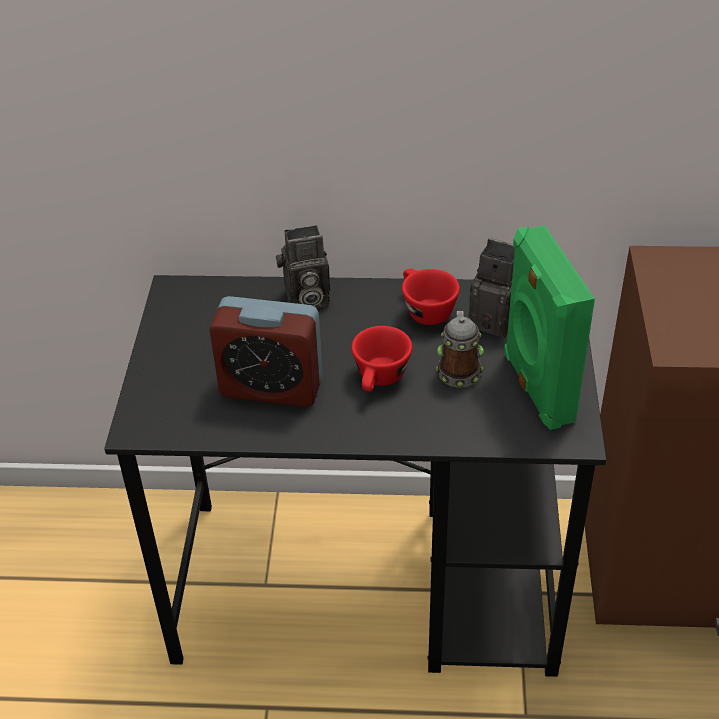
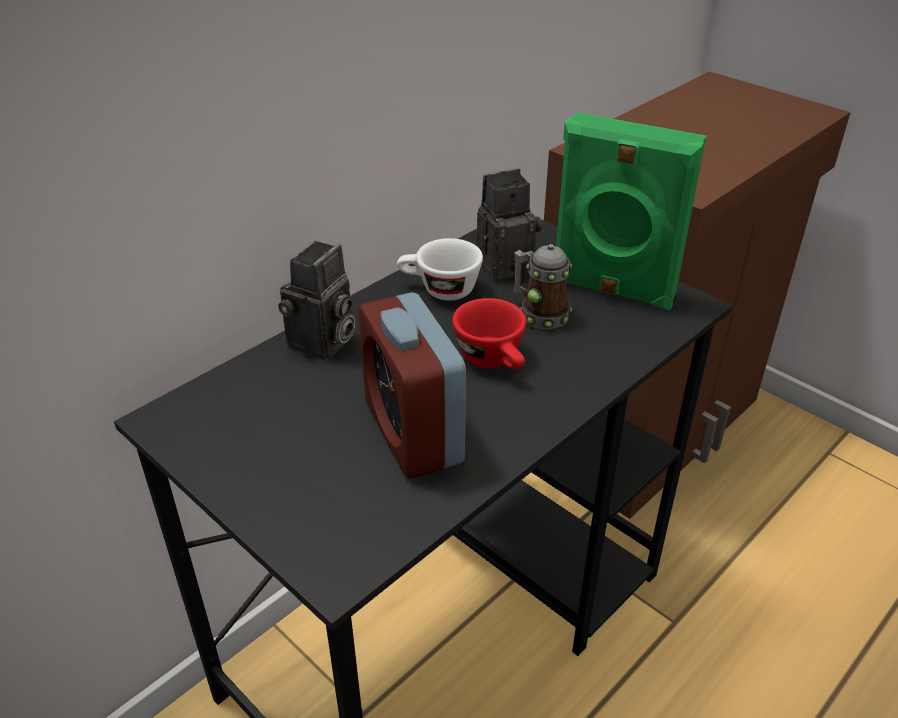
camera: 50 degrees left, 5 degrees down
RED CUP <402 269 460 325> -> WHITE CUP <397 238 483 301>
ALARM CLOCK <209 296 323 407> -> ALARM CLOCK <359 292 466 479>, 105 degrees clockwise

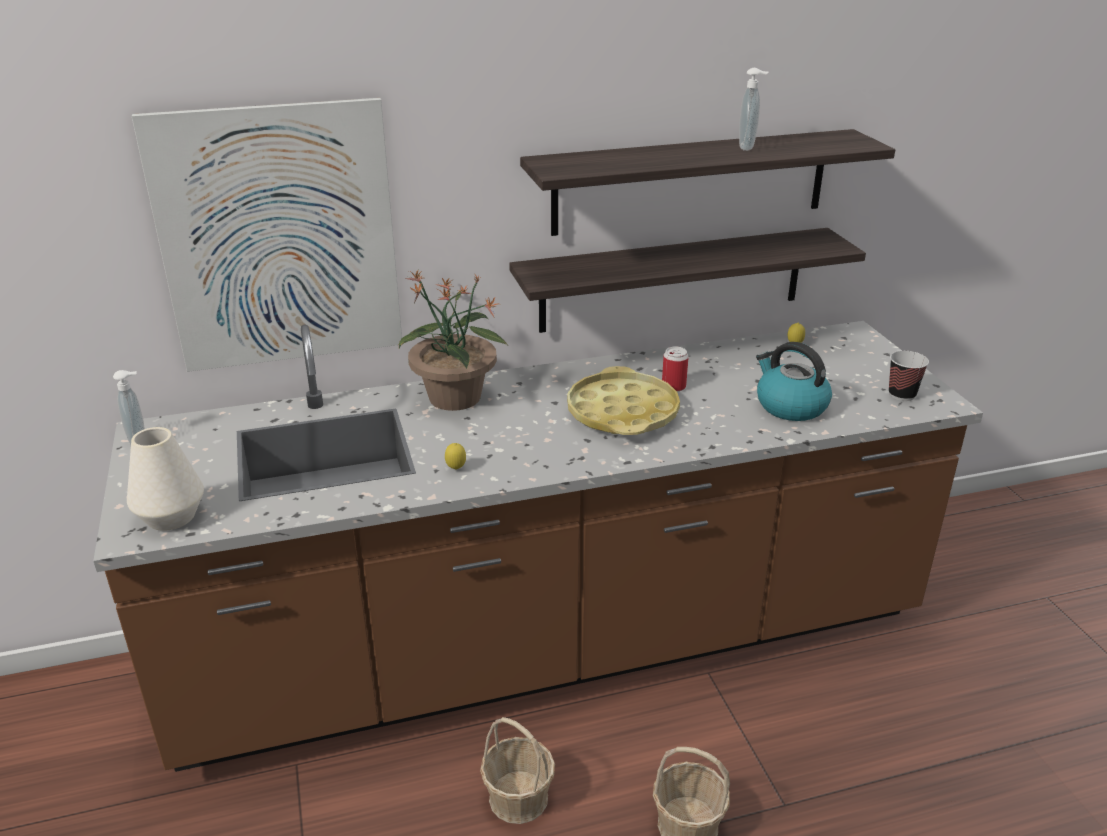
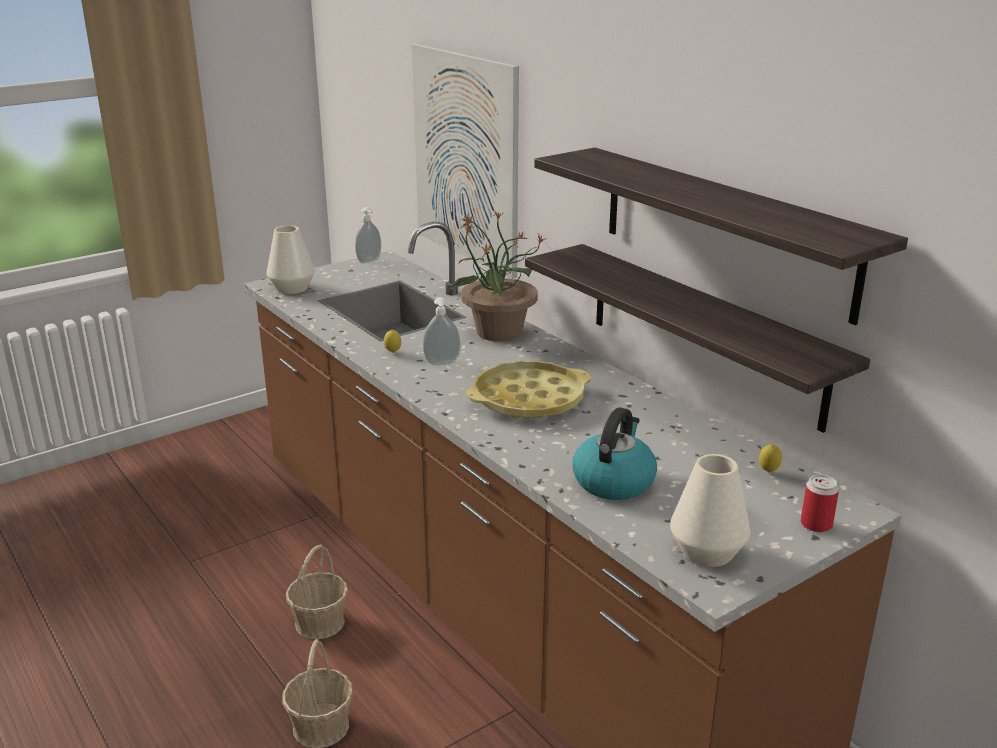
camera: 70 degrees right, 5 degrees down
SOAP DISPENSER <739 68 768 151> -> SOAP DISPENSER <423 297 461 365>, shifted
CAN <662 347 689 392> -> CAN <801 474 839 532>, shifted
CUP <889 351 929 401> -> WHITE VASE <670 454 750 567>

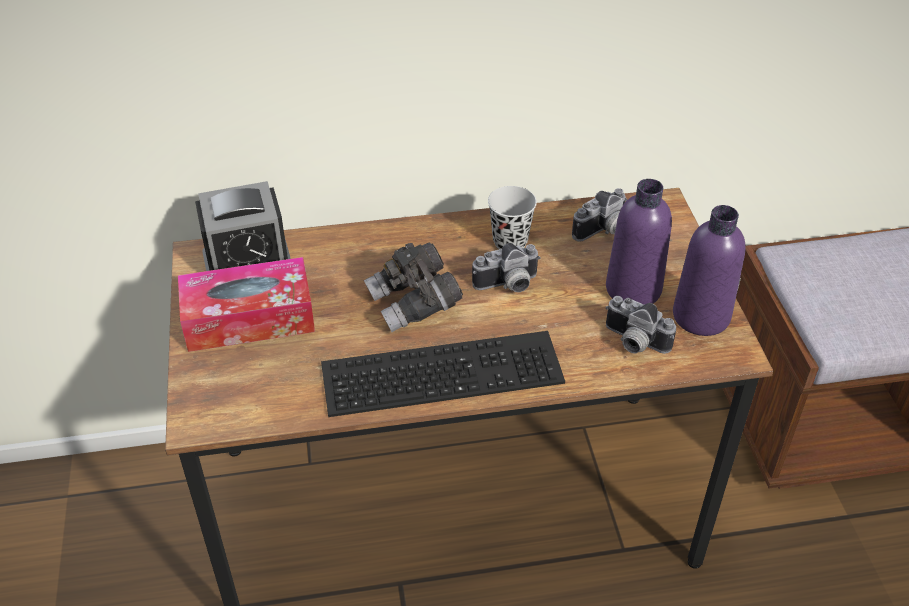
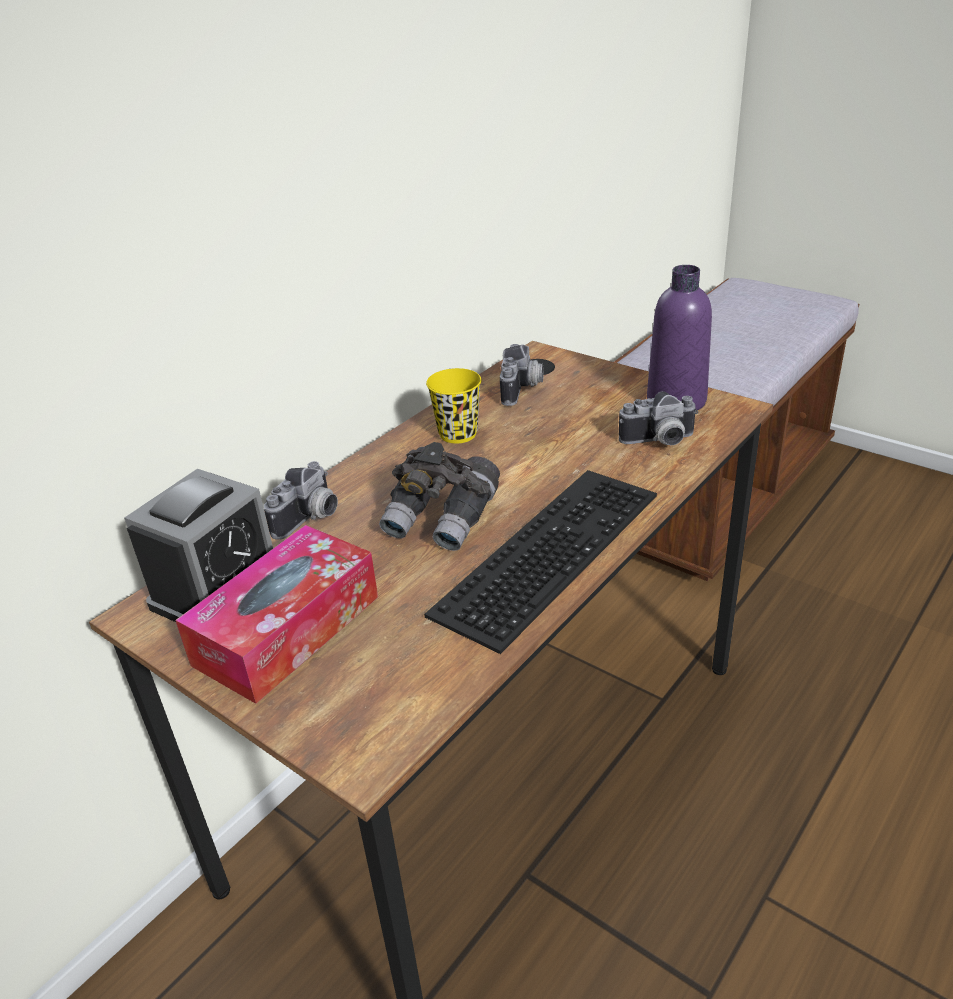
camera: 40 degrees left, 10 degrees down
PURPLE BOTTLE <606 179 672 305> -> none
BLACK CUP <488 186 537 249> -> YELLOW CUP <426 368 482 444>
PHOTO CAMERA <472 243 541 292> -> PHOTO CAMERA <264 461 338 540>, shifted

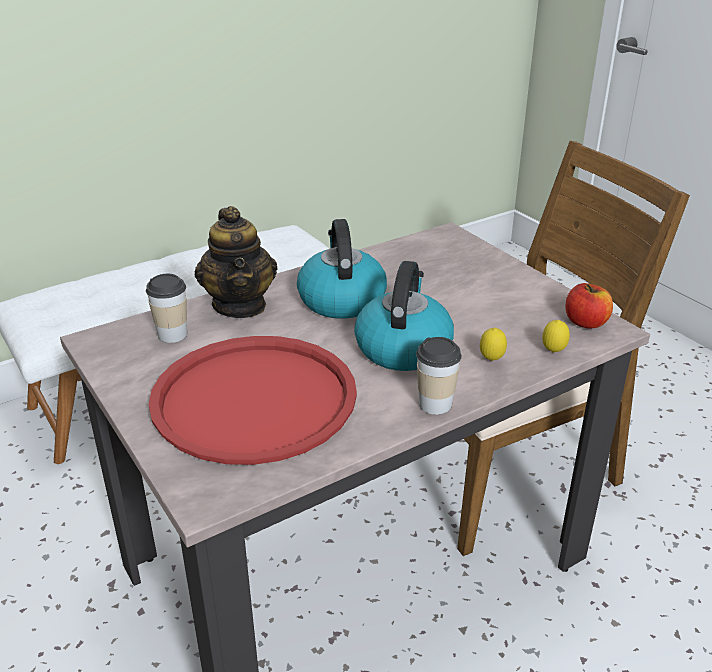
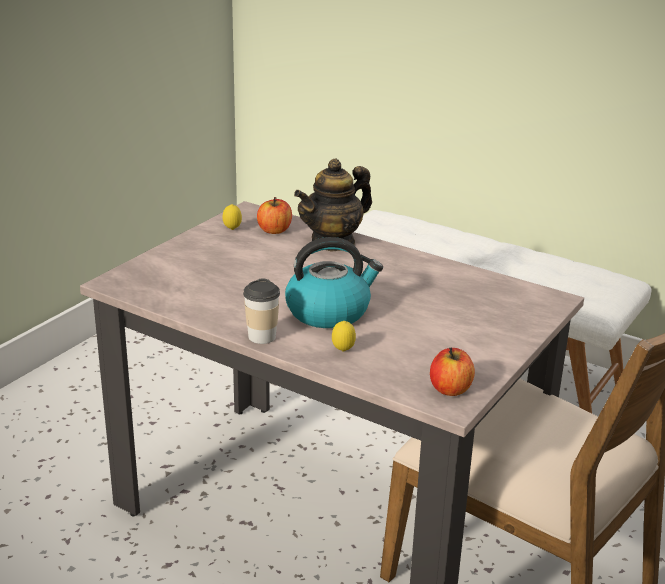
camera: 65 degrees right, 5 degrees down
KETTLE <297 219 387 319> -> none
CUP <146 274 187 343> -> APPLE <257 197 292 234>
LEMON <542 320 570 353> -> LEMON <223 204 242 230>, shifted
RED TRAY <149 336 357 465> -> none

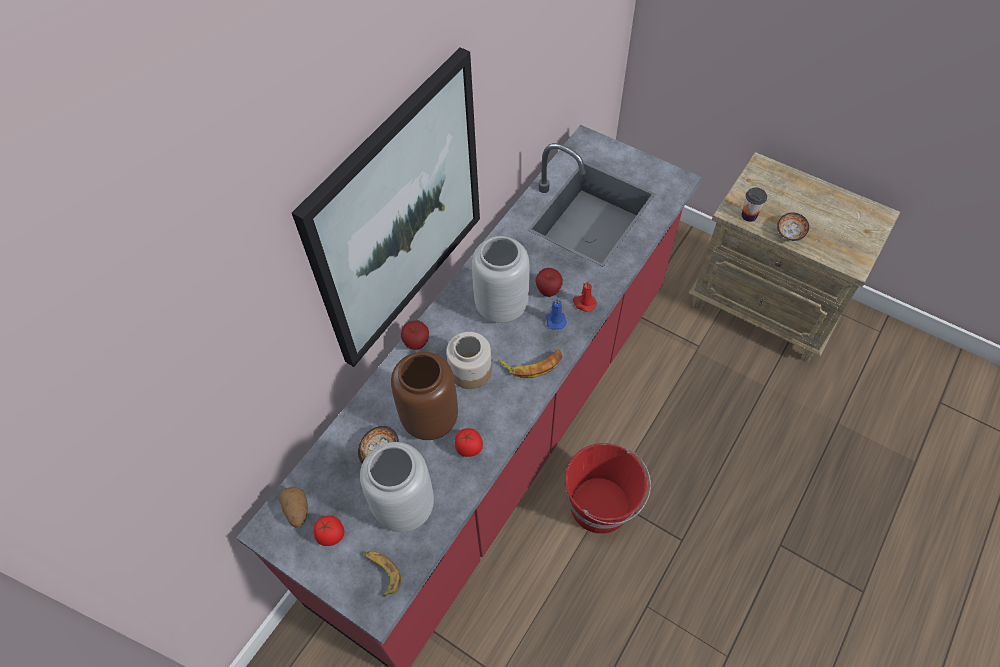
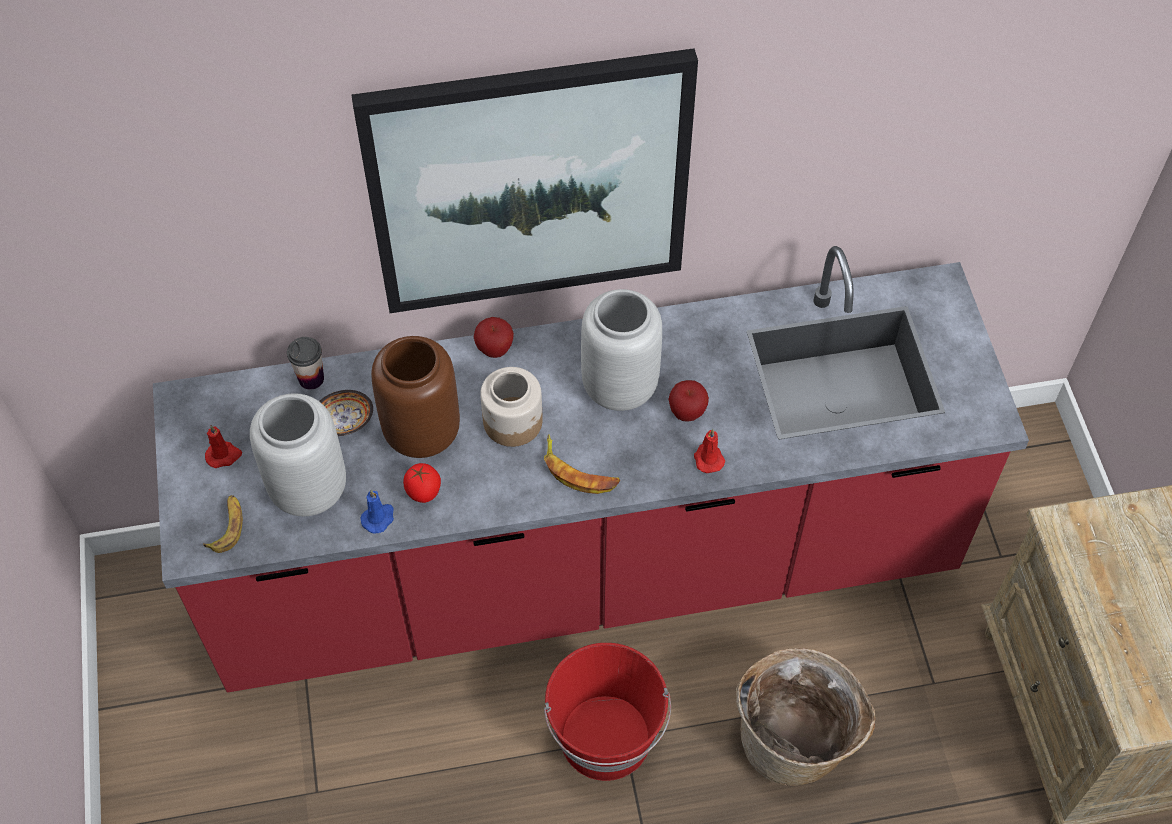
camera: 45 degrees right, 0 degrees up
CUP <741 187 767 222> -> CUP <287 337 324 390>, shifted
BOWL <777 213 809 241> -> none
BLUE CANDLE <546 298 567 330> -> BLUE CANDLE <360 490 394 534>, shifted
POTATO <279 487 308 528> -> none
TOMATO <314 516 344 546> -> RED CANDLE <205 425 242 468>
none -> BASKET <736 648 876 786>

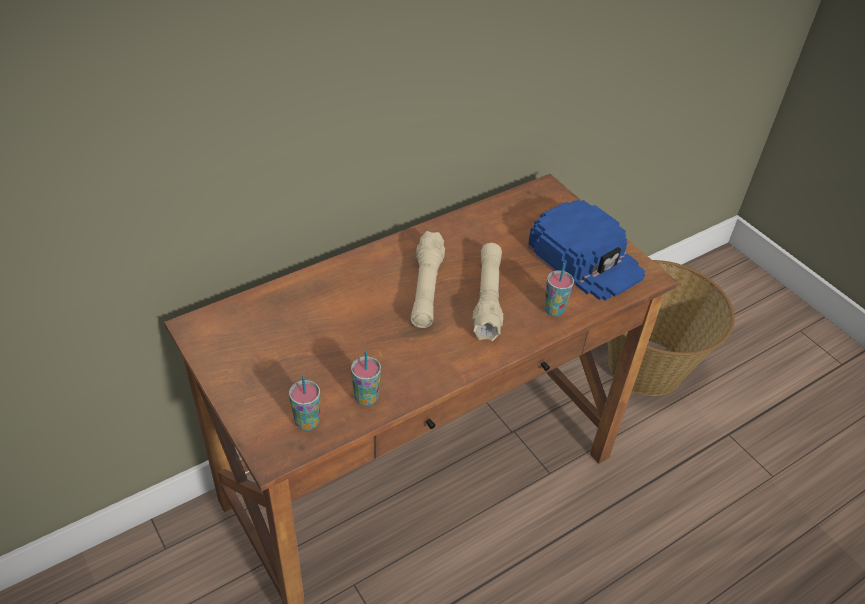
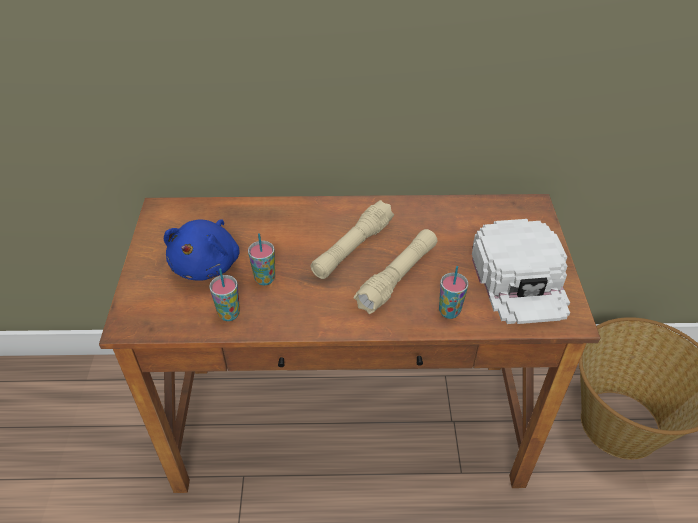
camera: 35 degrees right, 0 degrees up
BLUE CAP <528 200 645 301> -> WHITE CAP <472 219 570 324>
CUP <289 375 320 431> -> CUP <248 233 275 285>, shifted
none -> BLUE PLUSH TOY <164 219 240 281>

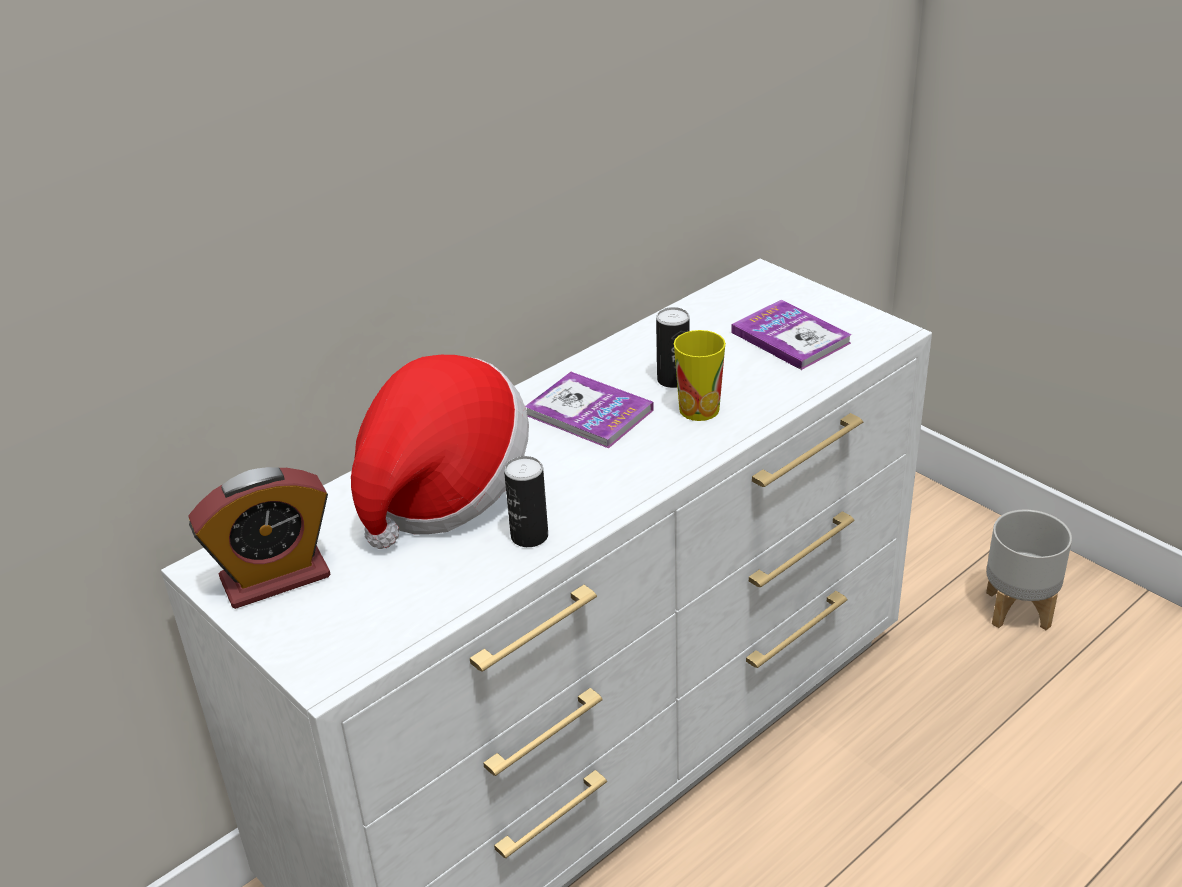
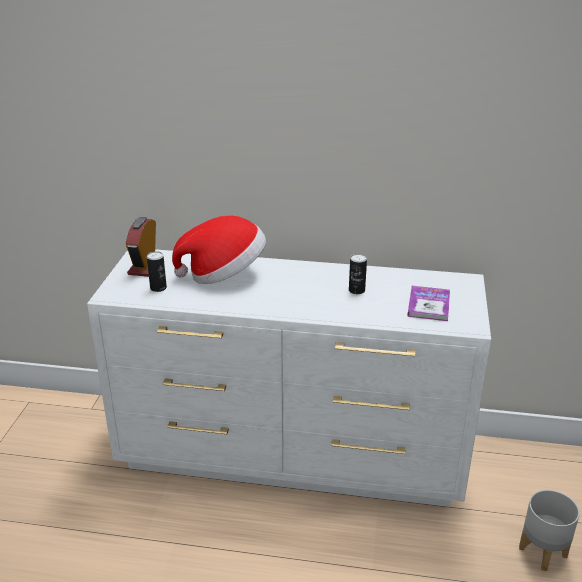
camera: 50 degrees right, 5 degrees down
CUP <674 330 726 421> -> none
BOOK <525 372 654 449> -> none
CAN <504 456 548 547> -> CAN <147 251 167 292>, shifted
ALARM CLOCK <189 467 331 609> -> ALARM CLOCK <126 217 156 277>, 75 degrees clockwise

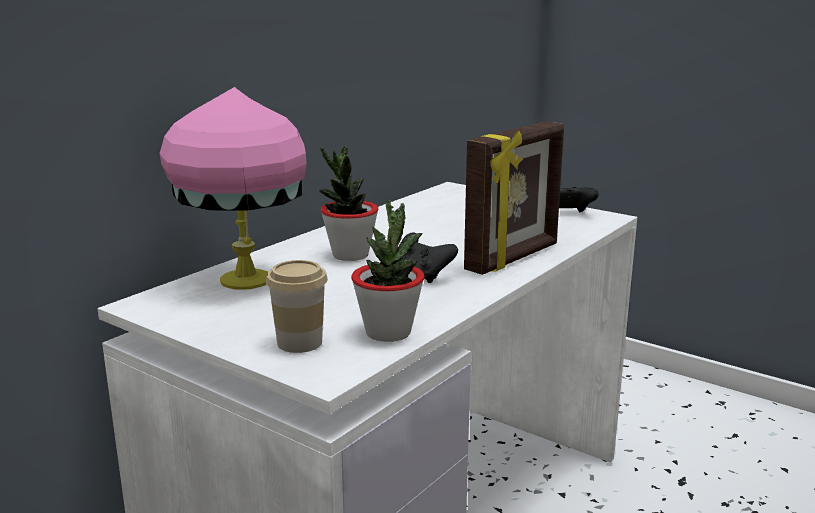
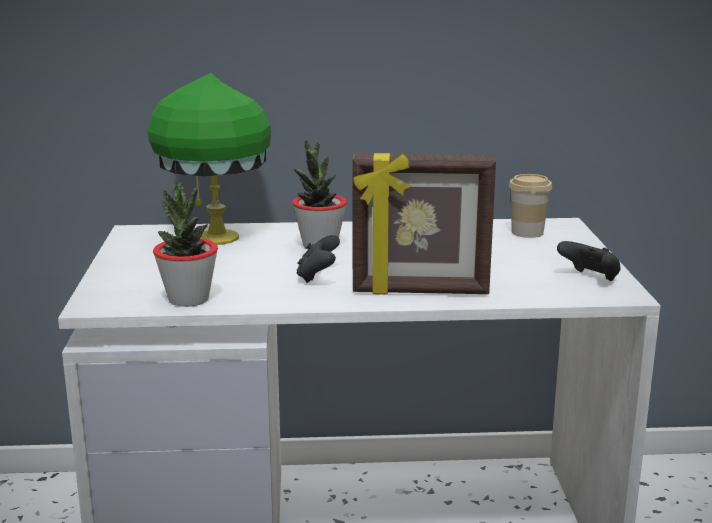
camera: 50 degrees right, 0 degrees up
PINK TABLE LAMP <160 87 307 290> -> GREEN TABLE LAMP <148 73 271 245>
CUP <266 260 328 353> -> CUP <509 174 552 238>, shifted

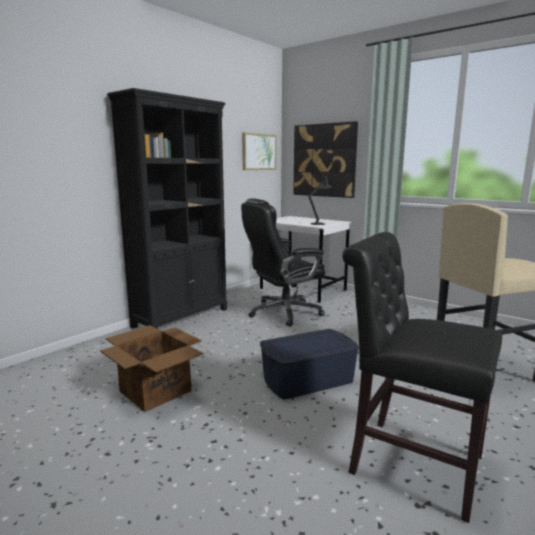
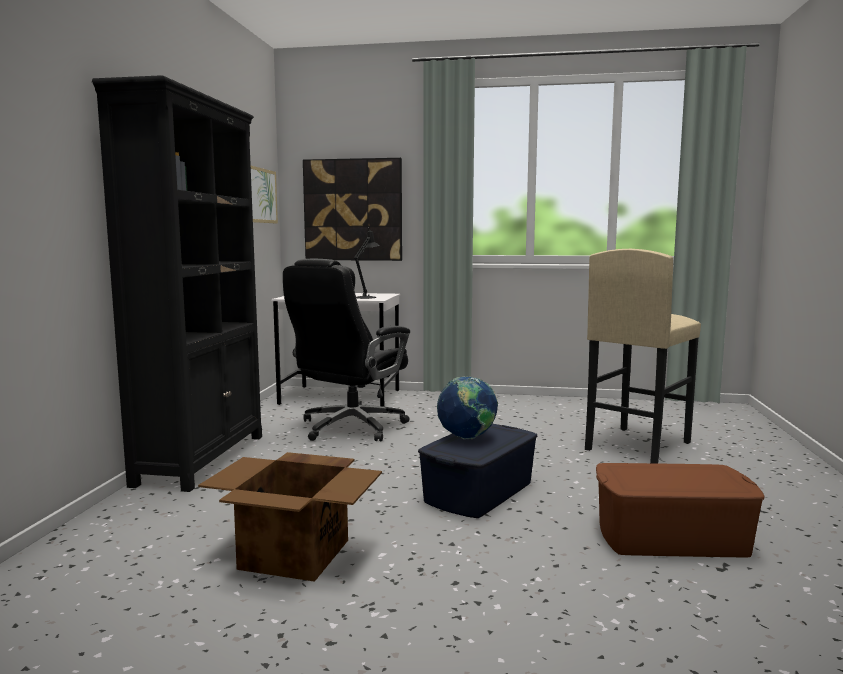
camera: 30 degrees left, 5 degrees down
BLACK CHAIR <342 232 502 523> -> BROWN STORAGE BOX <596 463 765 557>
none -> GLOBE <437 376 498 439>

